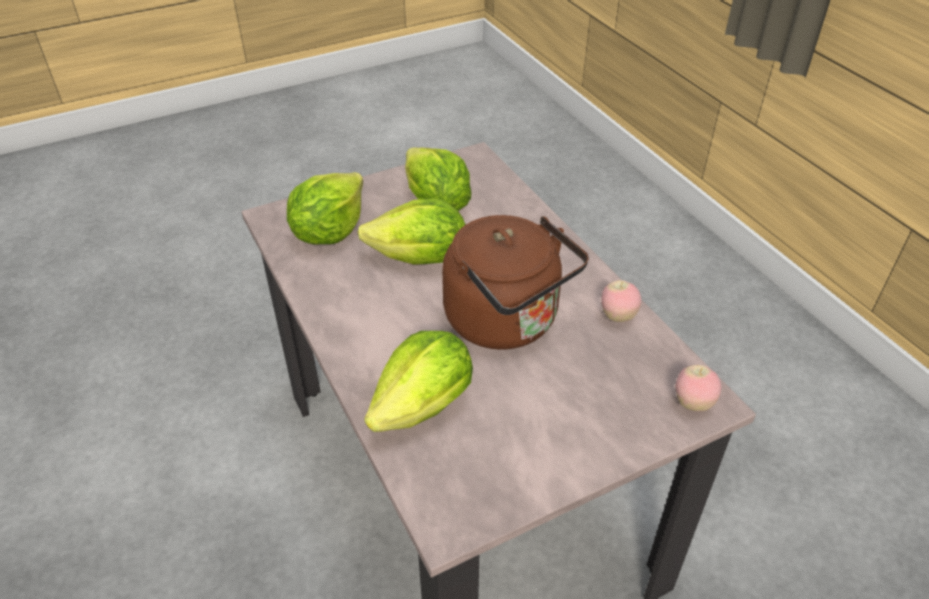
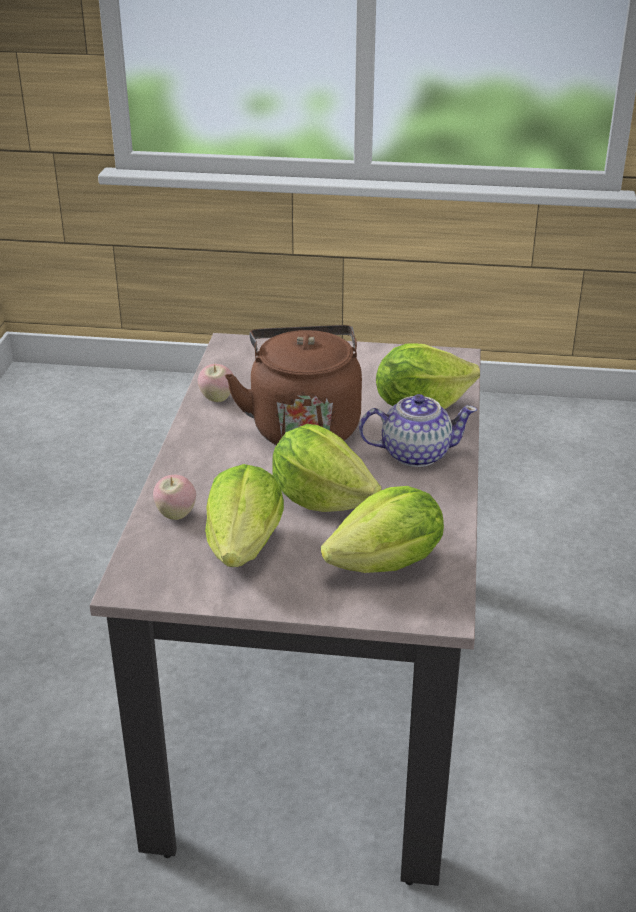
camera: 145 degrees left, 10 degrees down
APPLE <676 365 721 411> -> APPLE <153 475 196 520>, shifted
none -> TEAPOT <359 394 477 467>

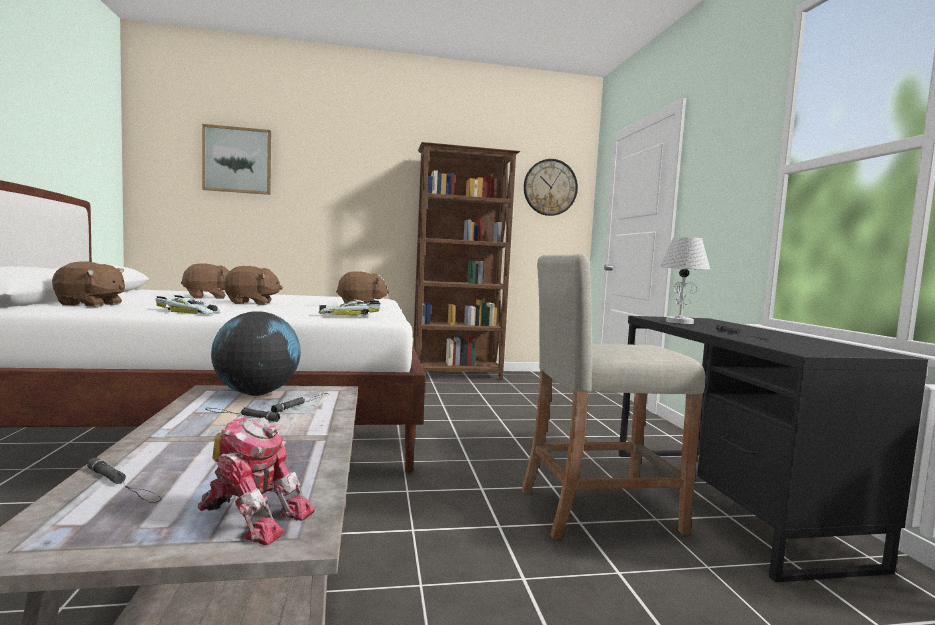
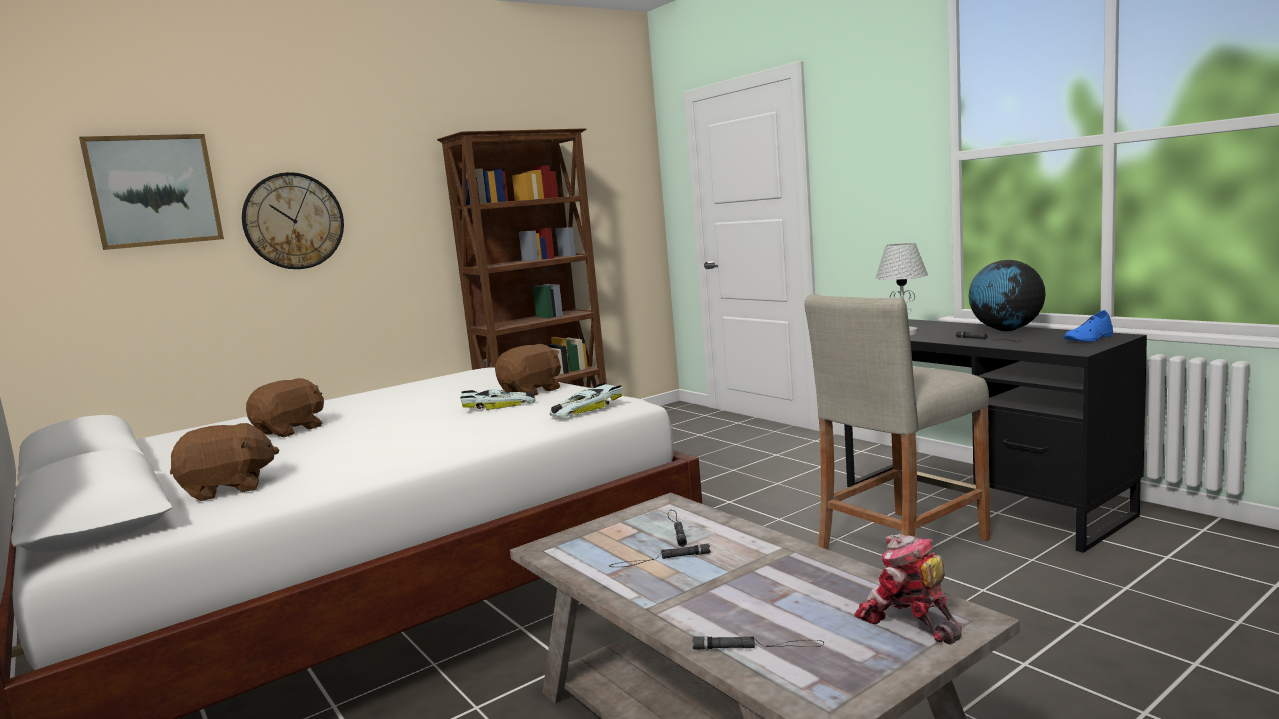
camera: 25 degrees left, 5 degrees up
WALL CLOCK <524 159 578 216> -> WALL CLOCK <242 172 344 269>, shifted
BROWN PLUSH TOY <224 266 283 305> -> none
TOY CAR <155 295 221 314> -> TOY CAR <460 389 536 410>, shifted
GLOBE <211 311 301 396> -> GLOBE <969 260 1046 331>, shifted
TOY ROBOT <198 417 315 545> -> TOY ROBOT <854 534 962 644>, 120 degrees counterclockwise
none -> BLUE SHOE <1064 310 1113 342>

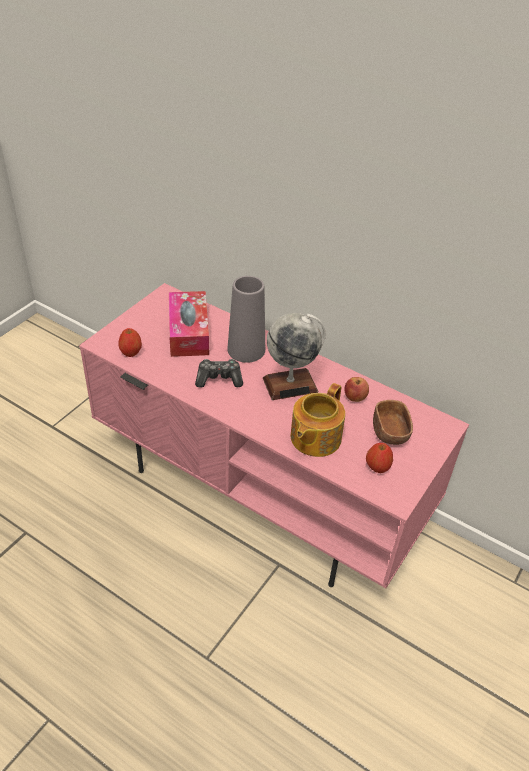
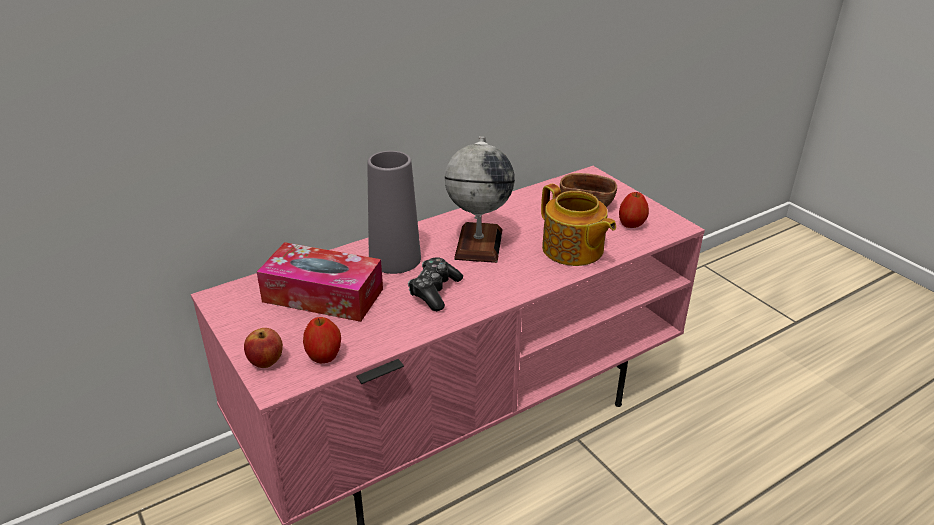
camera: 65 degrees left, 10 degrees down
APPLE <344 377 369 402> -> APPLE <244 328 283 368>, shifted

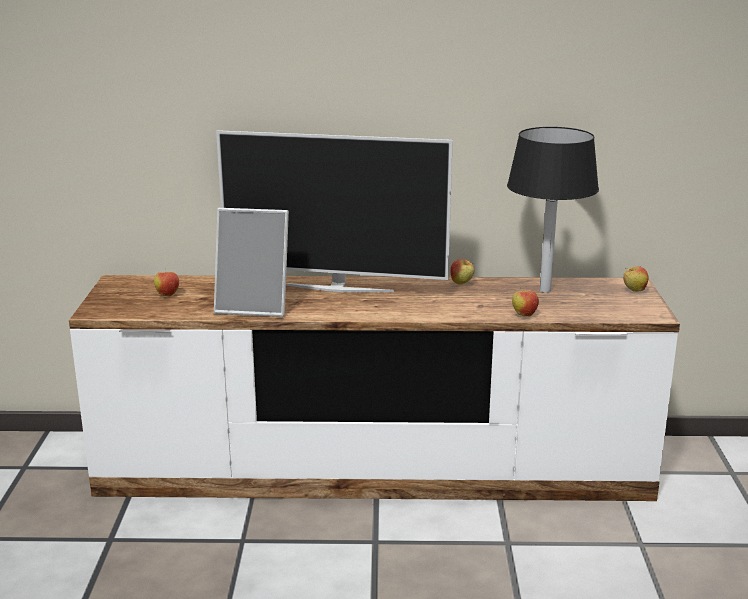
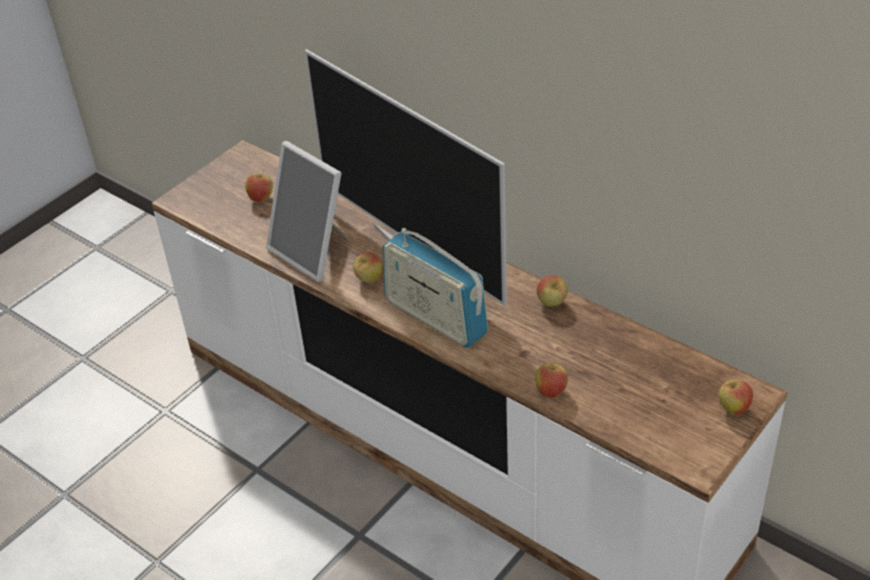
camera: 40 degrees right, 20 degrees up
BLACK TABLE LAMP <507 127 599 293> -> none
none -> RADIO <383 228 488 348>
none -> APPLE <353 253 383 283>

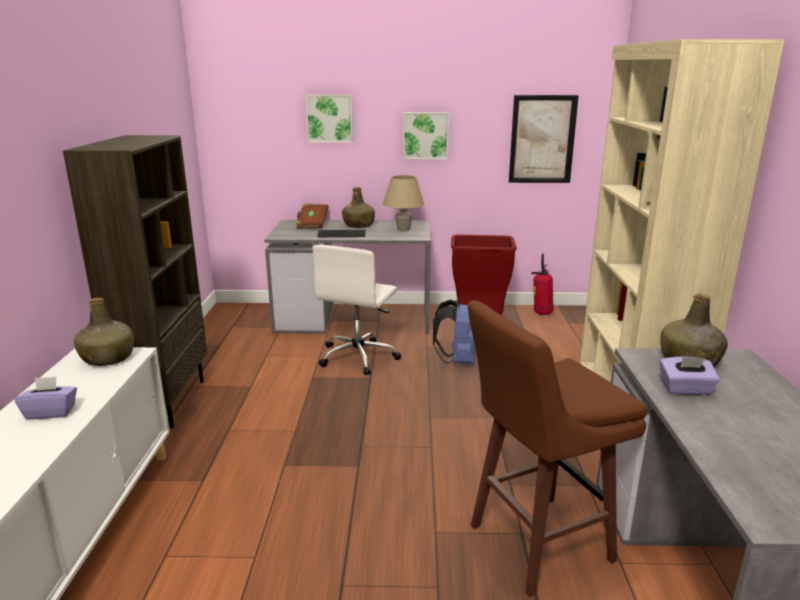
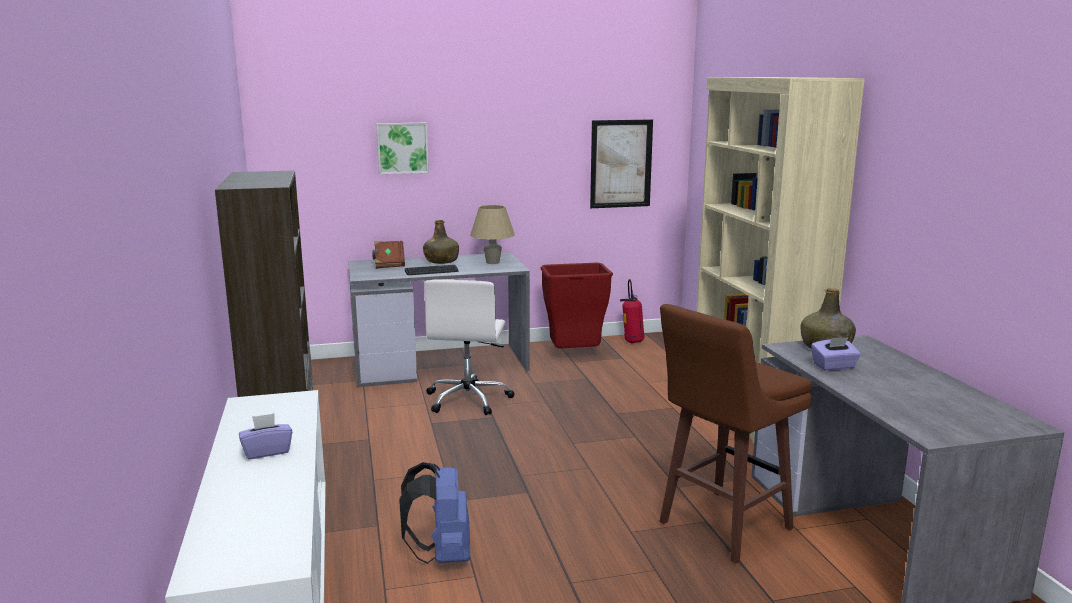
camera: 15 degrees left, 5 degrees down
PICTURE <403 112 449 160> -> none
GREEN BOTTLE <74 298 134 366> -> none
BLUE BACKPACK <433 300 476 364> -> BLUE BACKPACK <399 462 470 564>, shifted

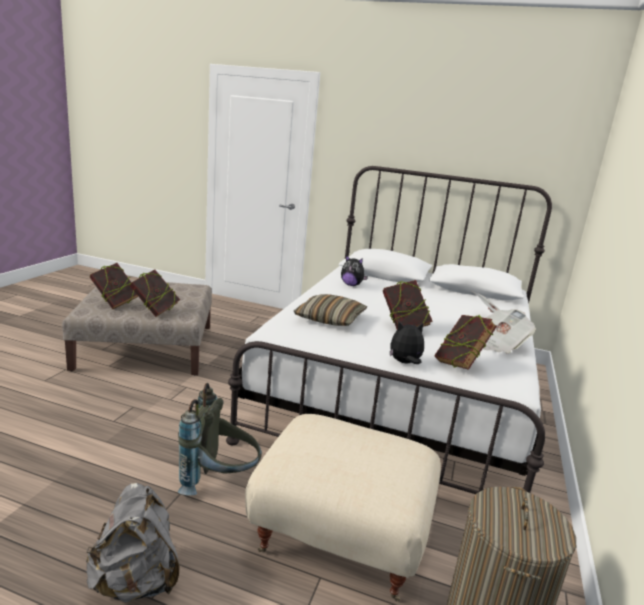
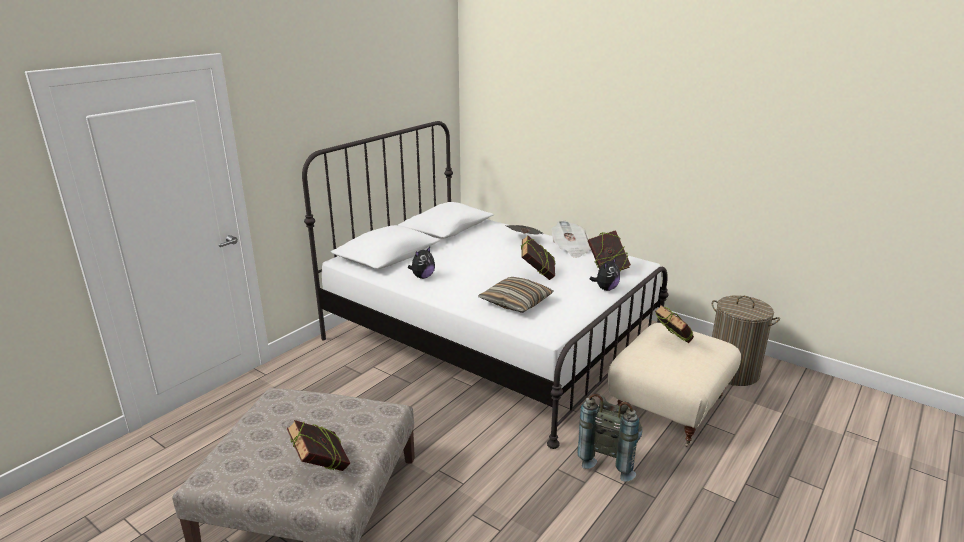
camera: 70 degrees left, 5 degrees up
BOOK <130 269 180 317> -> BOOK <655 304 694 343>, shifted
PLUSH TOY <390 321 424 364> -> PLUSH TOY <590 257 620 291>, 150 degrees counterclockwise
GREY BACKPACK <86 483 180 603> -> none

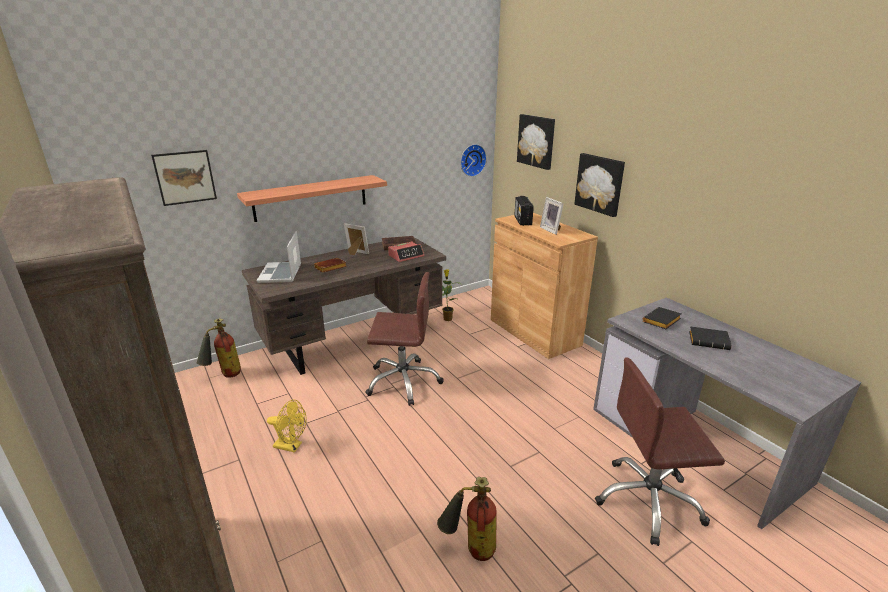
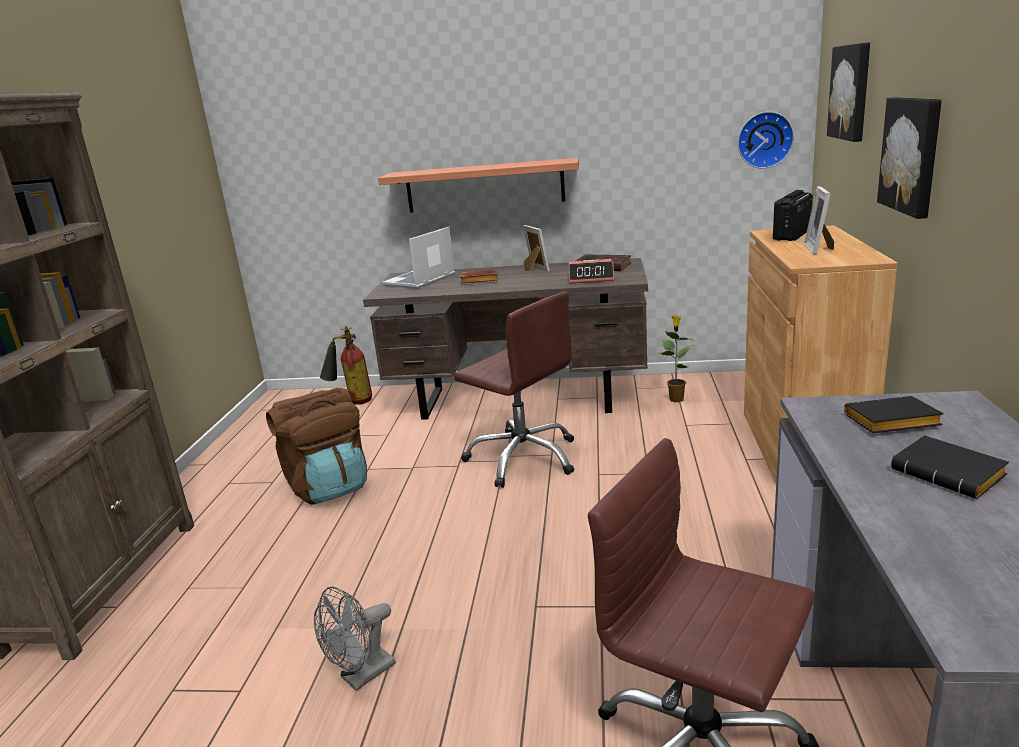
camera: 40 degrees right, 5 degrees down
PICTURE <151 150 217 206> -> none
YELLOW FAN <267 400 307 453> -> BROWN BACKPACK <266 388 367 505>
FIRE EXTINGUISHER <437 477 497 561> -> GREY FAN <314 586 396 691>

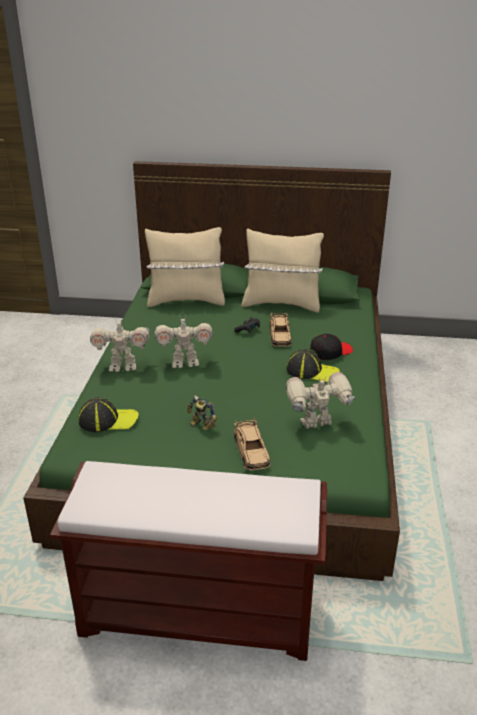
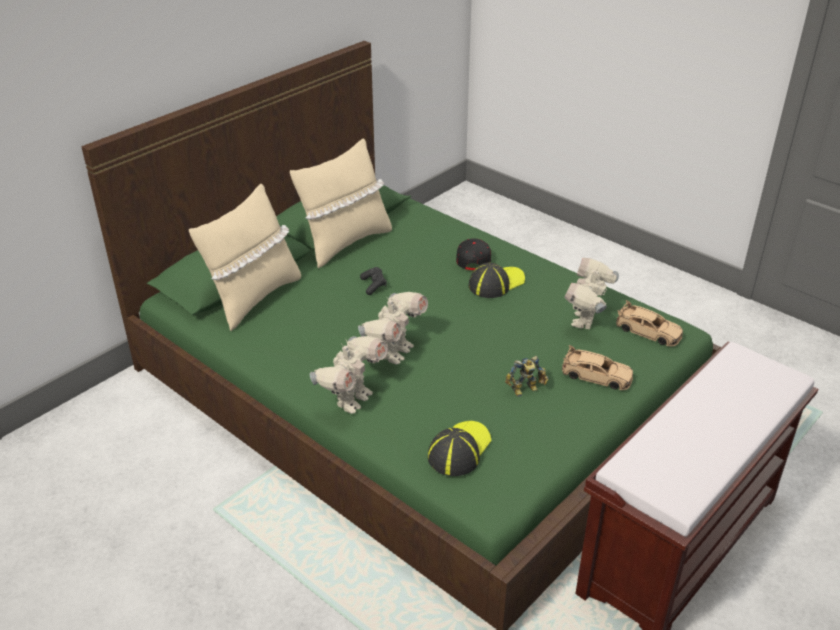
camera: 55 degrees left, 5 degrees up
BEIGE TOY CAR <269 312 292 347> -> BEIGE TOY CAR <616 300 683 347>, shifted

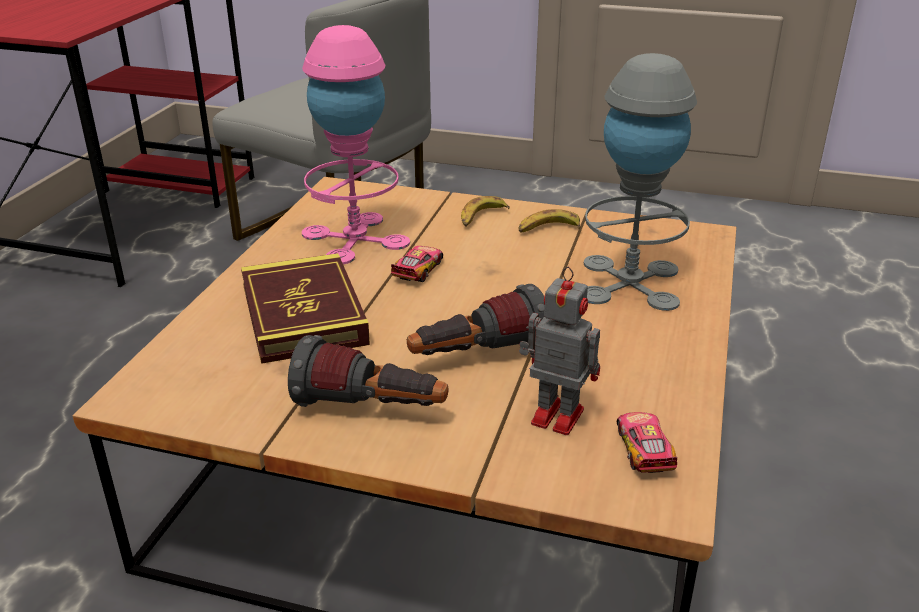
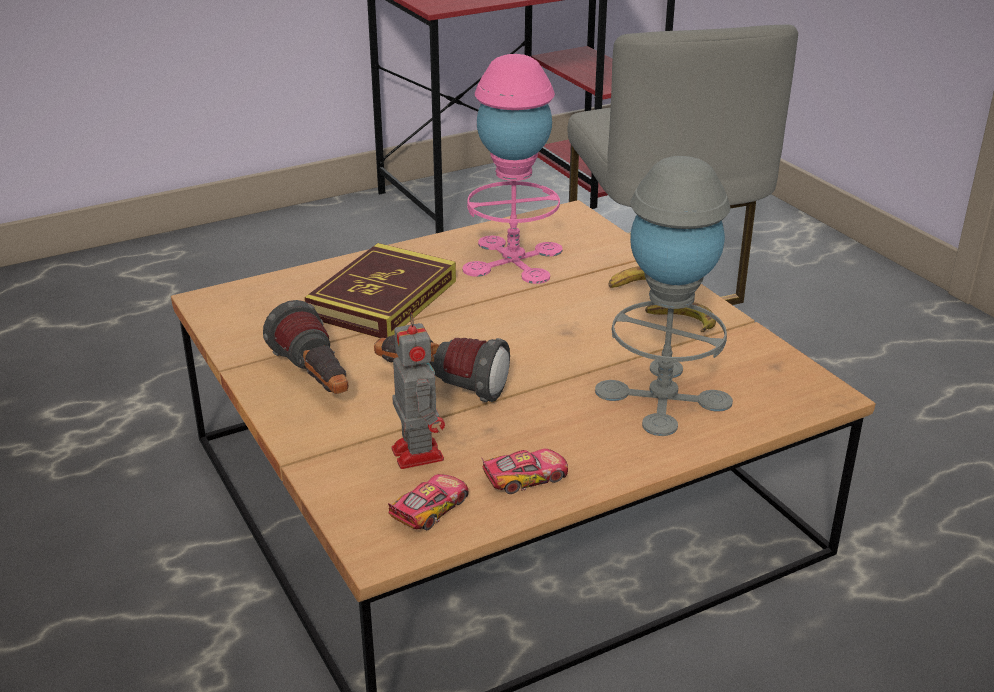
camera: 45 degrees right, 0 degrees up
TOY CAR <391 246 443 282> -> TOY CAR <481 449 568 494>, shifted

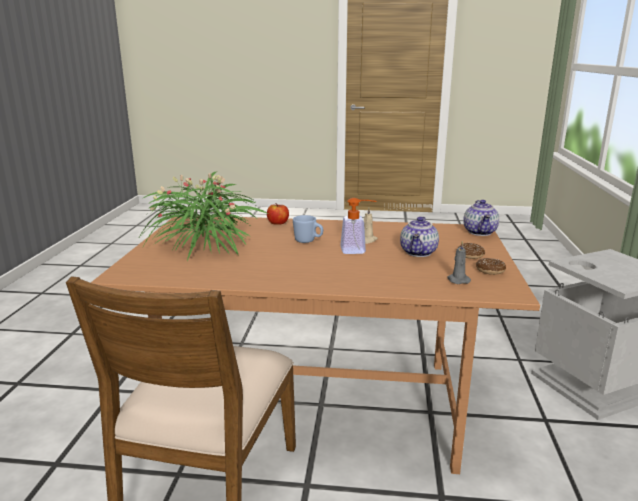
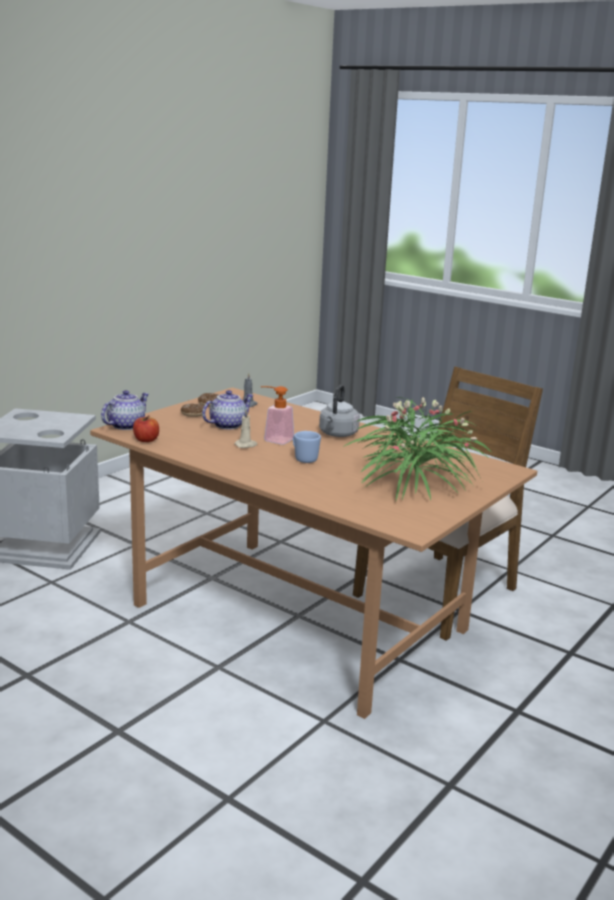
camera: 150 degrees left, 0 degrees up
APPLE <267 203 289 225> -> APPLE <133 415 159 442>, shifted
none -> GREY KETTLE <319 385 360 437>

